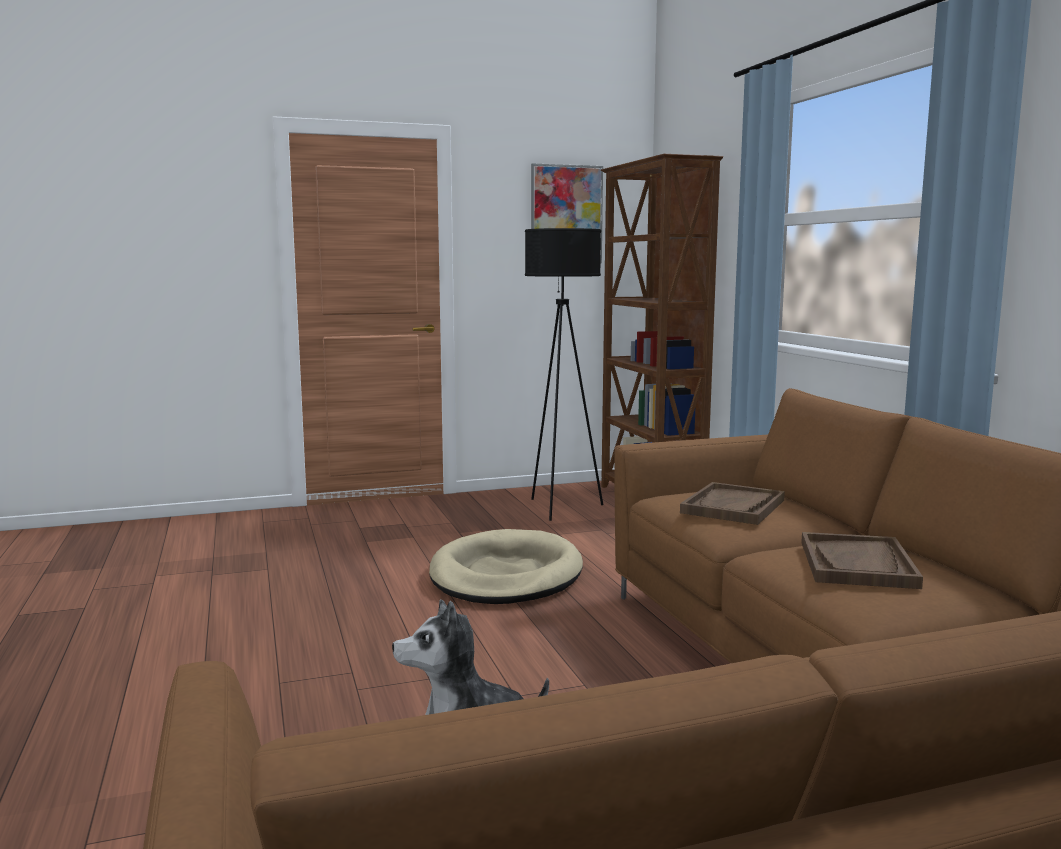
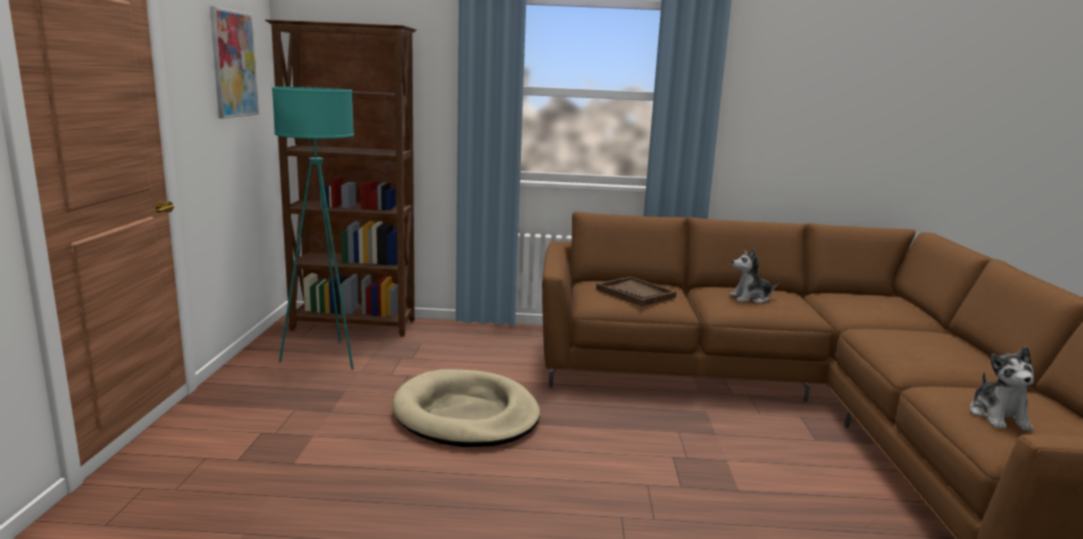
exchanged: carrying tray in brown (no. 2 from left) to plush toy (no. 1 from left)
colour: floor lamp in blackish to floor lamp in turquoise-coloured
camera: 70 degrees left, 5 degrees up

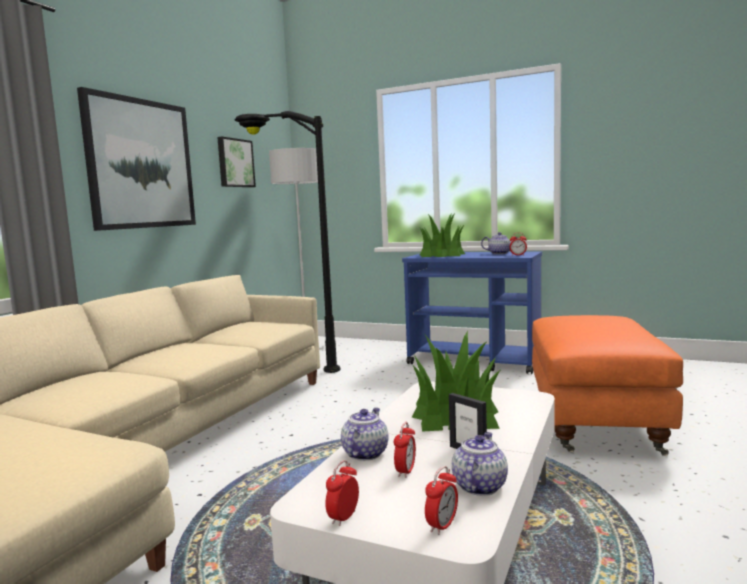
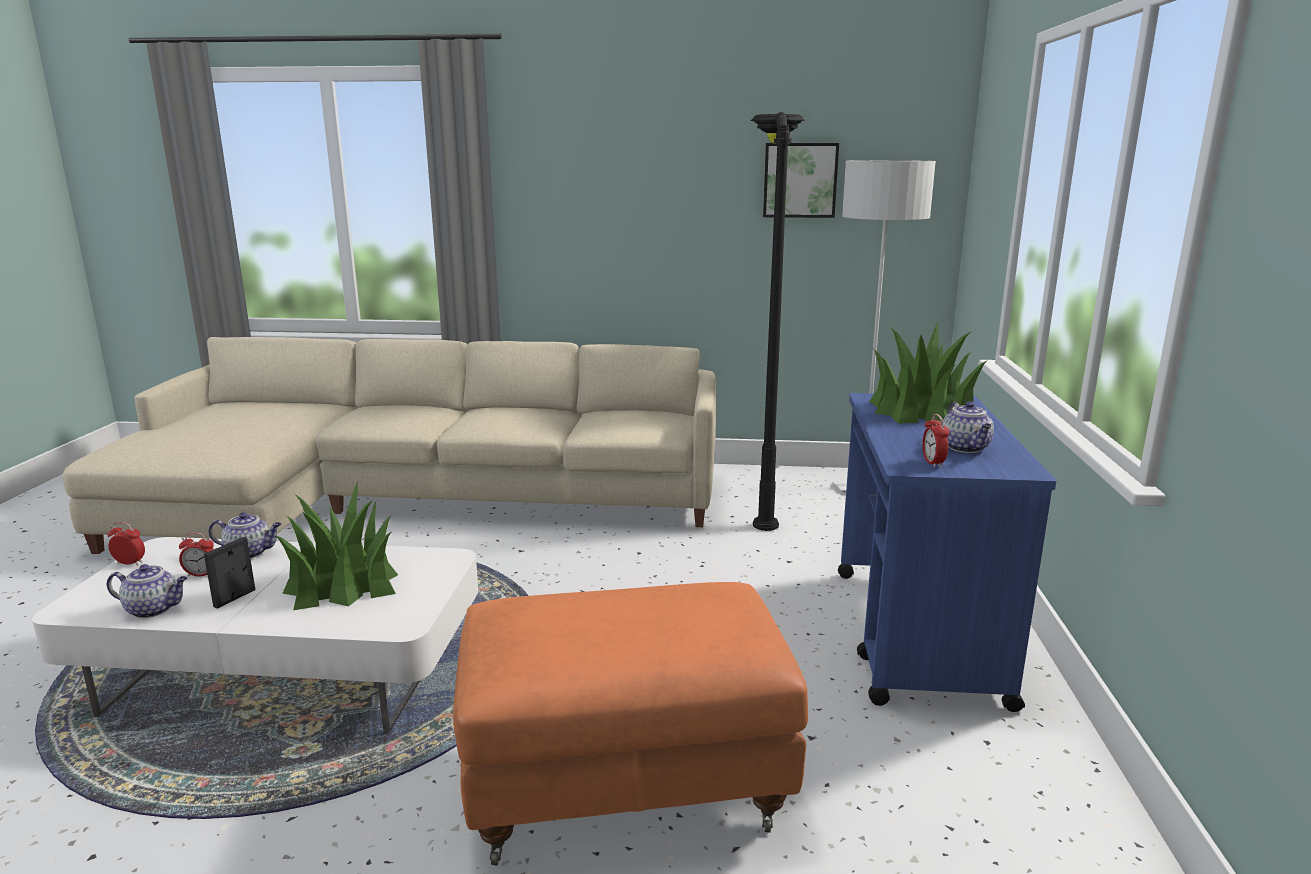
missing: wall picture (no. 1 from left); table clock (no. 3 from left)
camera: 70 degrees right, 10 degrees up

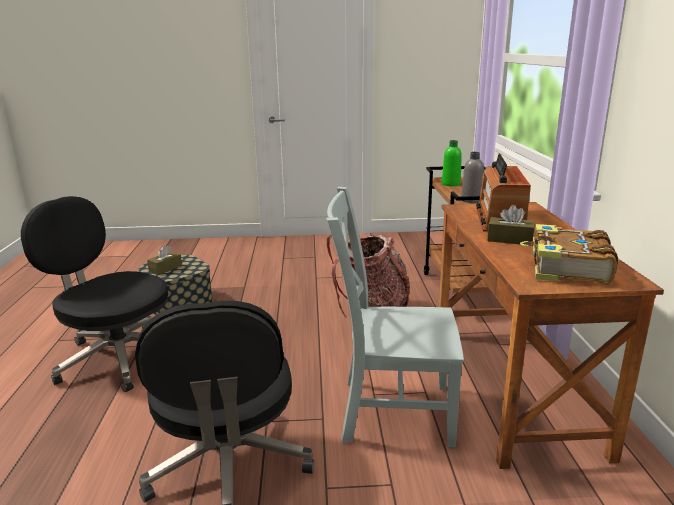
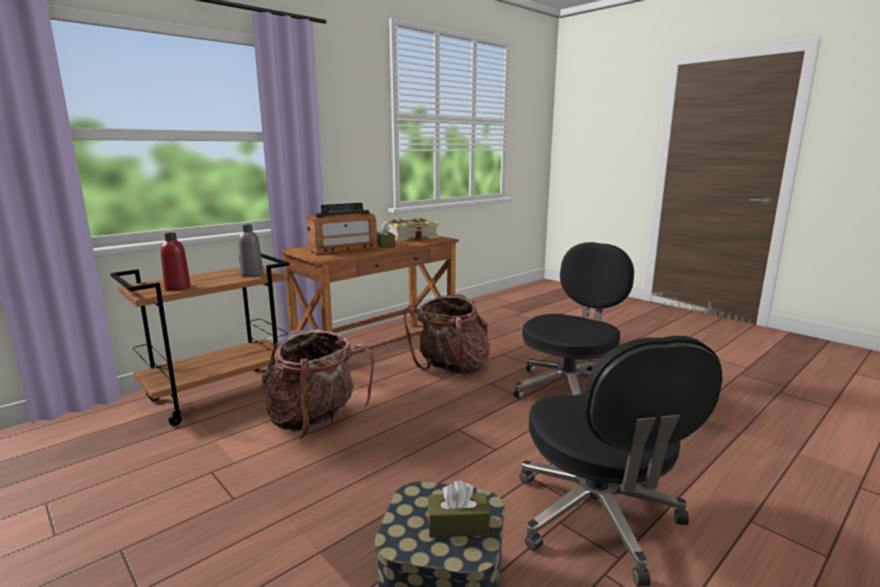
exchanged: upright chair in grey to knapsack (no. 2 from left)
colour: beverage bottle in greenish to beverage bottle in red
camera: 130 degrees left, 5 degrees down

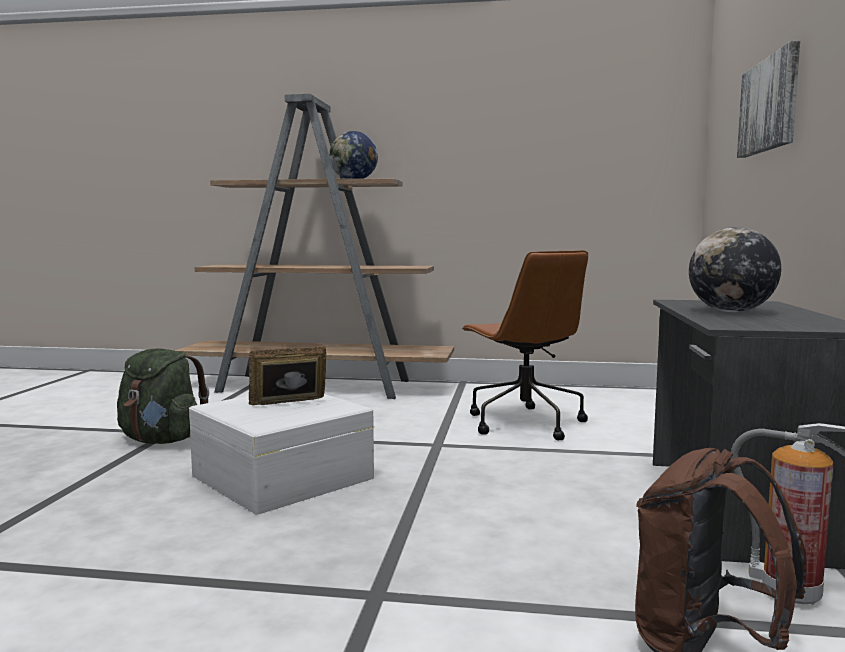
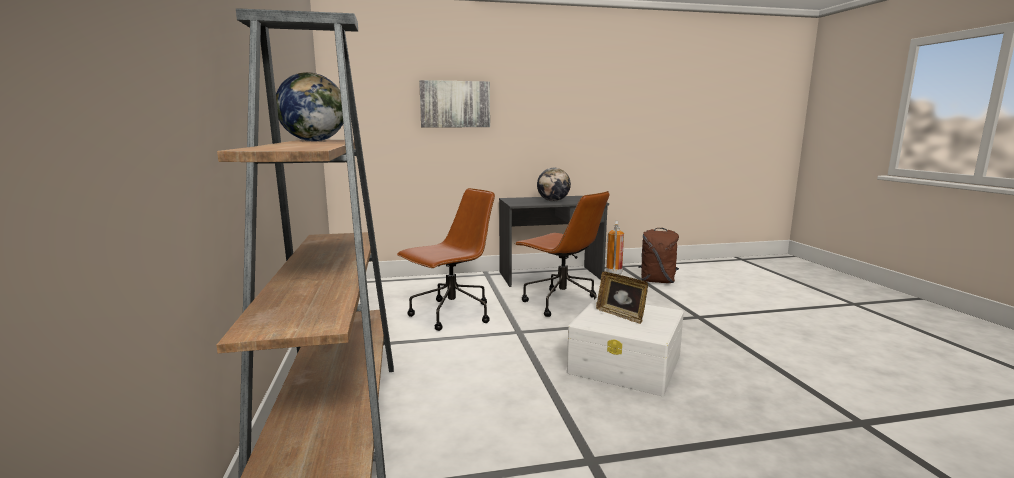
missing: knapsack in greenish
appeared: computer chair in brown (no. 2 from left)
camera: 110 degrees left, 5 degrees up

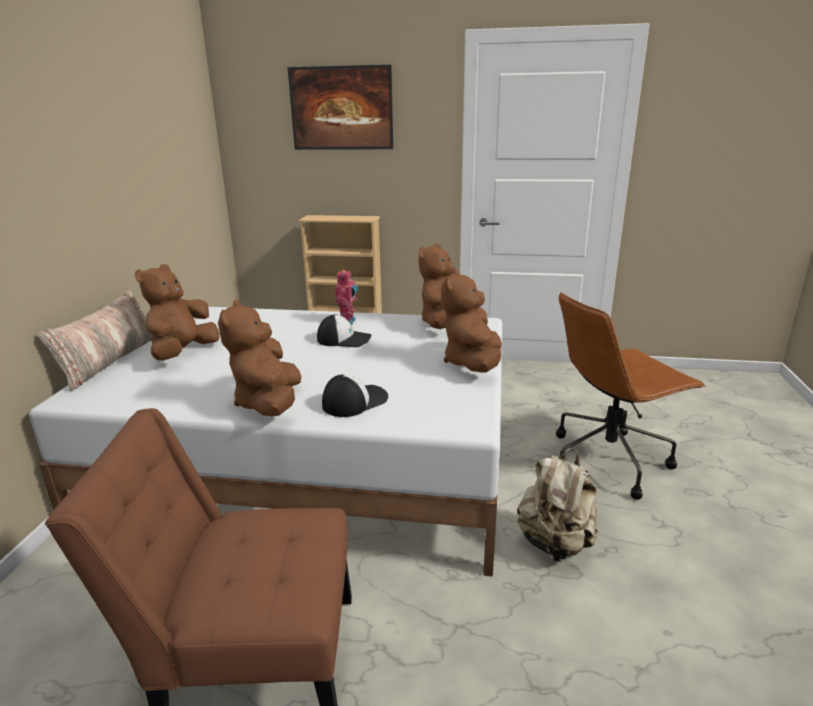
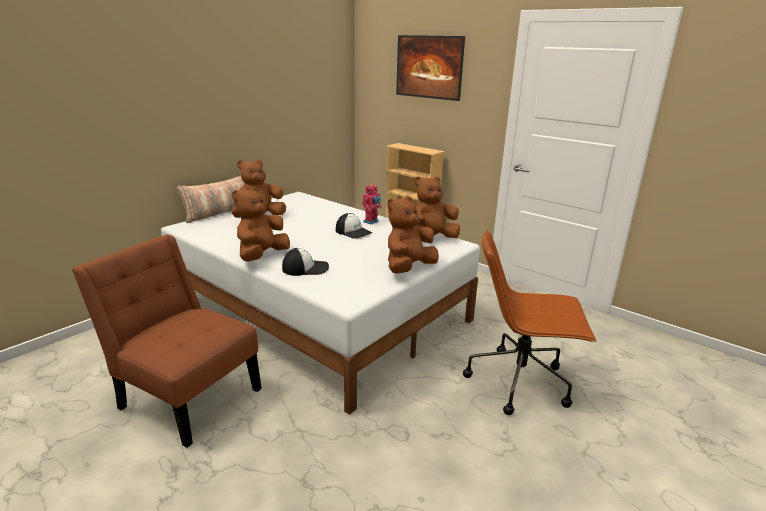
missing: knapsack in beige
camera: 30 degrees right, 0 degrees up

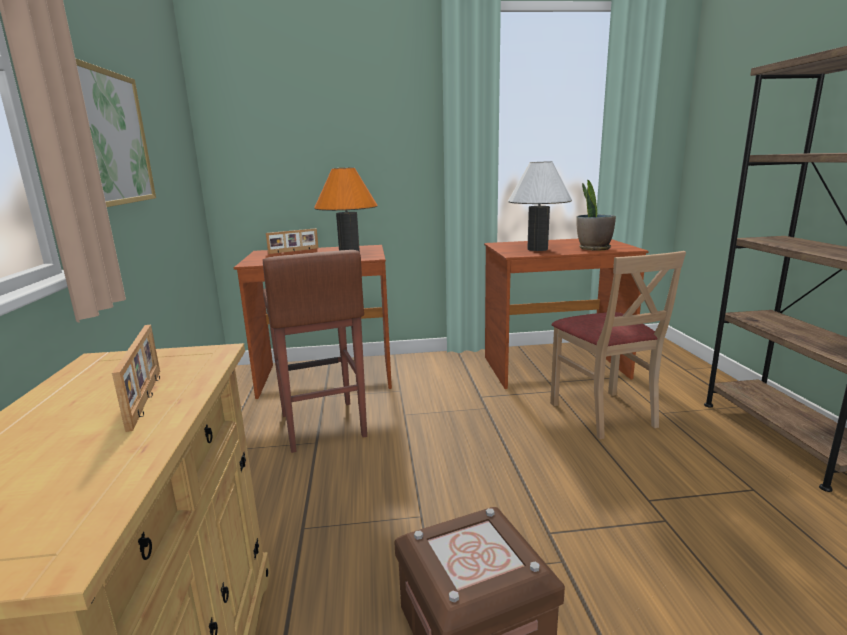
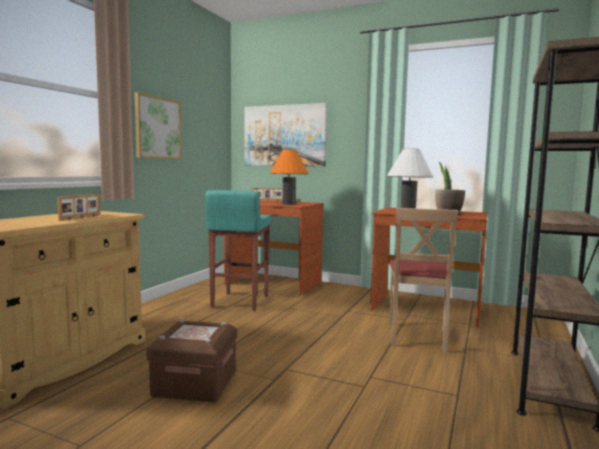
appeared: wall picture (no. 2 from left)
colour: sitting stool in brown to sitting stool in turquoise-coloured
camera: 30 degrees right, 10 degrees down

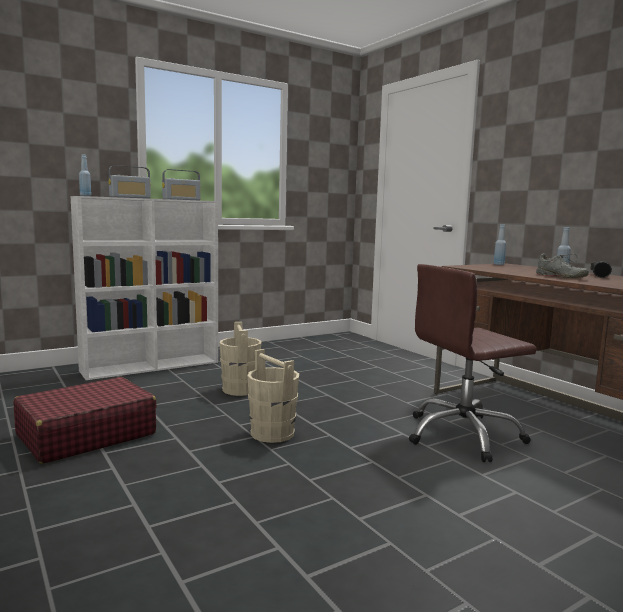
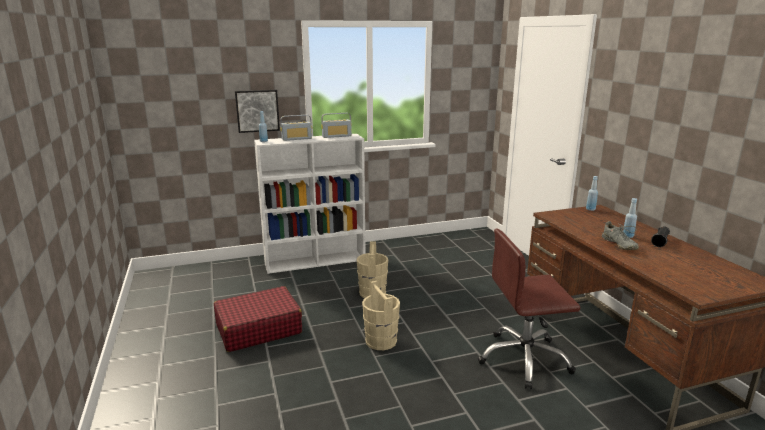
appeared: wall picture
camera: 15 degrees right, 10 degrees up

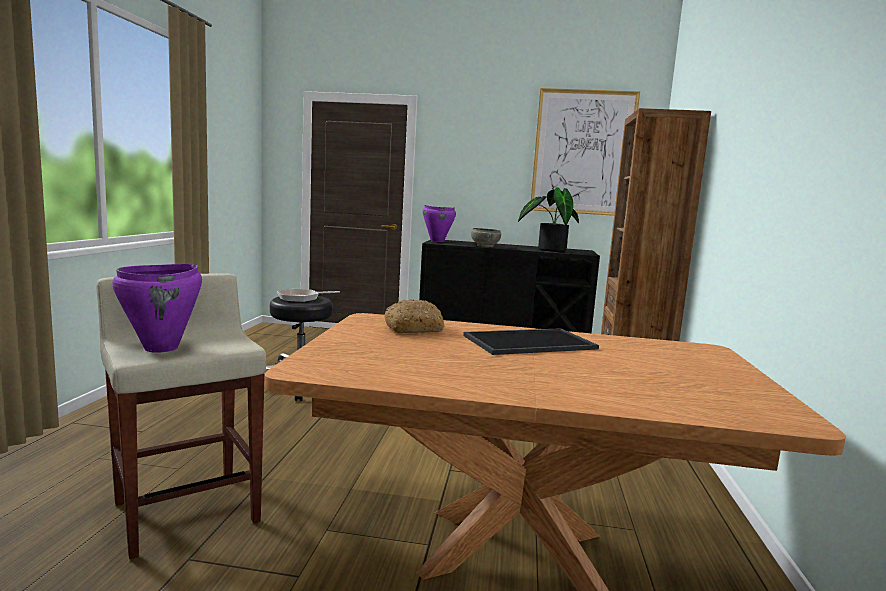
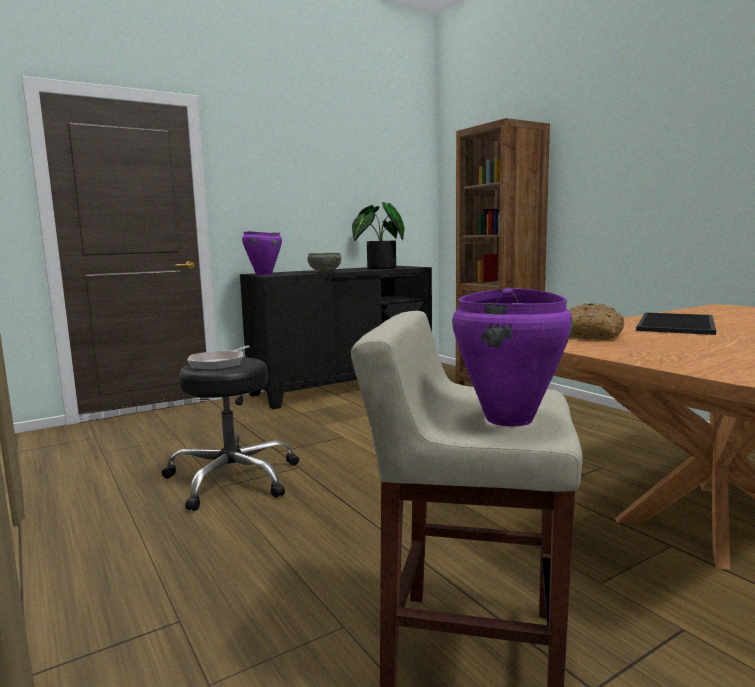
missing: wall picture
camera: 40 degrees left, 0 degrees up

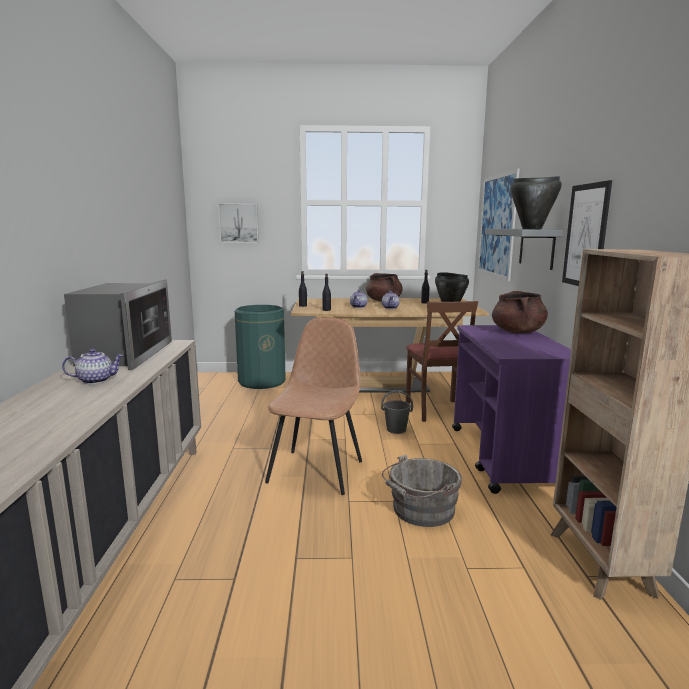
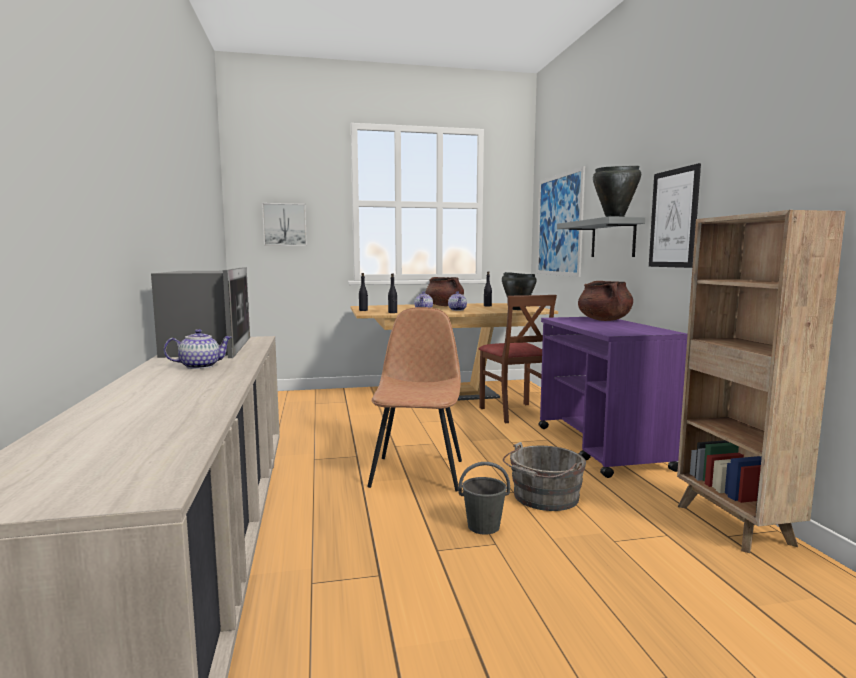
missing: trash can in greenish
relocated: bucket in grey (no. 1 from left)
camera: 10 degrees left, 5 degrees down

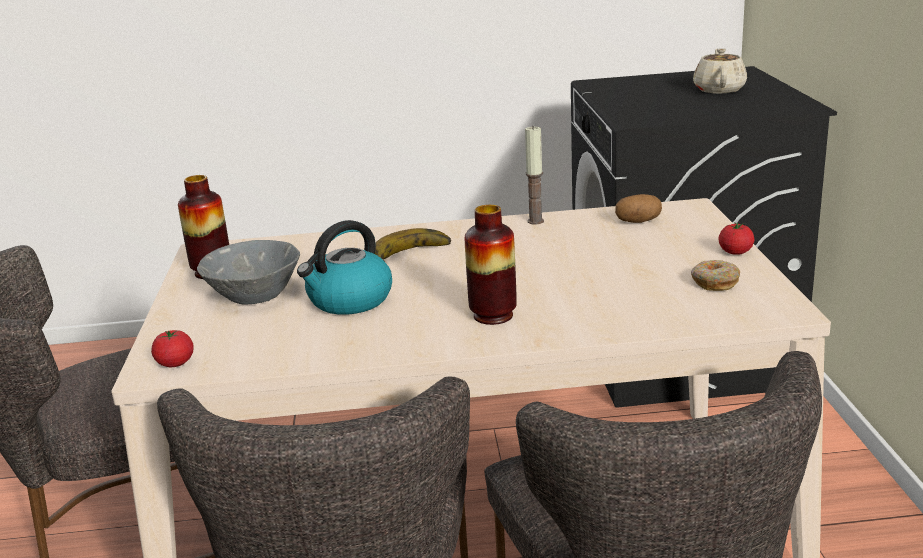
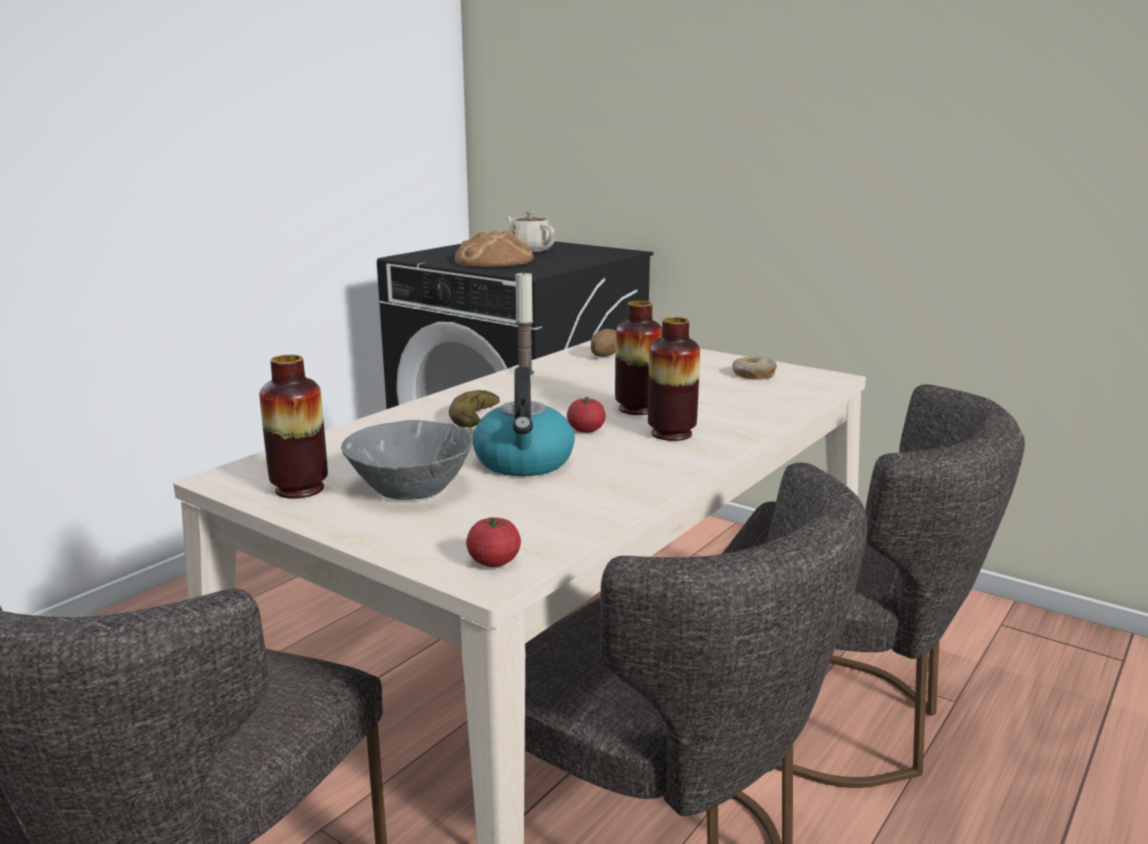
appeared: baked bread; flower vase (no. 2 from left)
relocated: whole tomato (no. 2 from left)
camera: 50 degrees left, 5 degrees down

